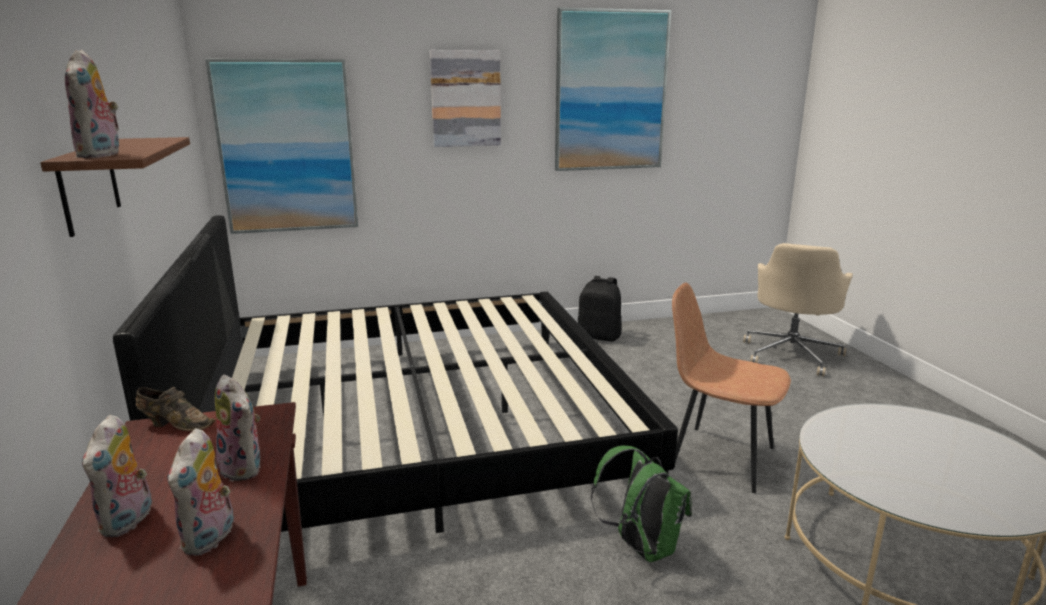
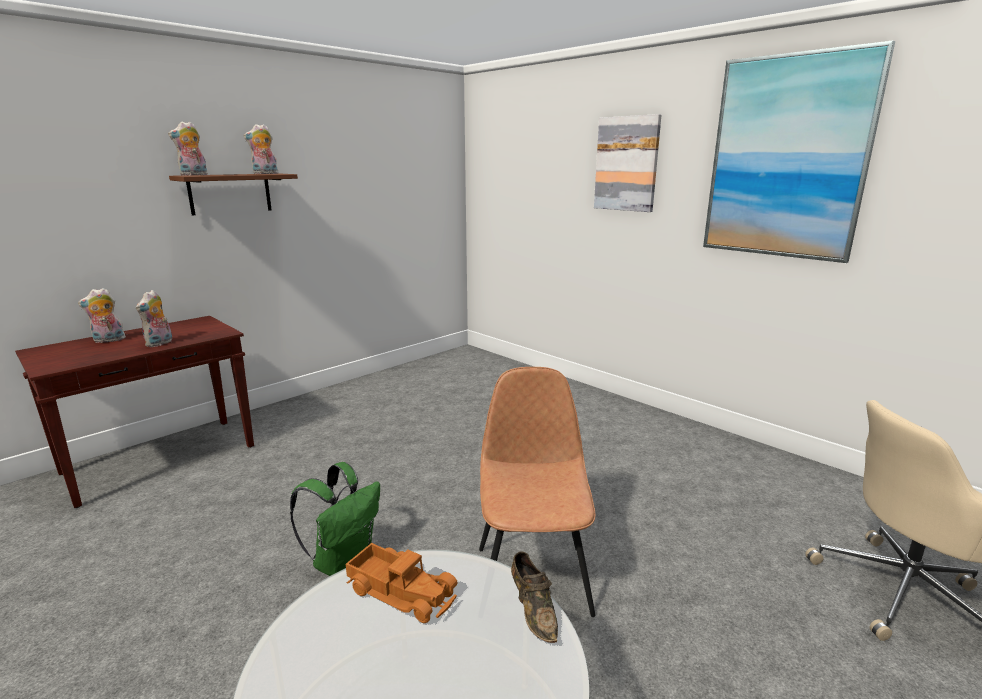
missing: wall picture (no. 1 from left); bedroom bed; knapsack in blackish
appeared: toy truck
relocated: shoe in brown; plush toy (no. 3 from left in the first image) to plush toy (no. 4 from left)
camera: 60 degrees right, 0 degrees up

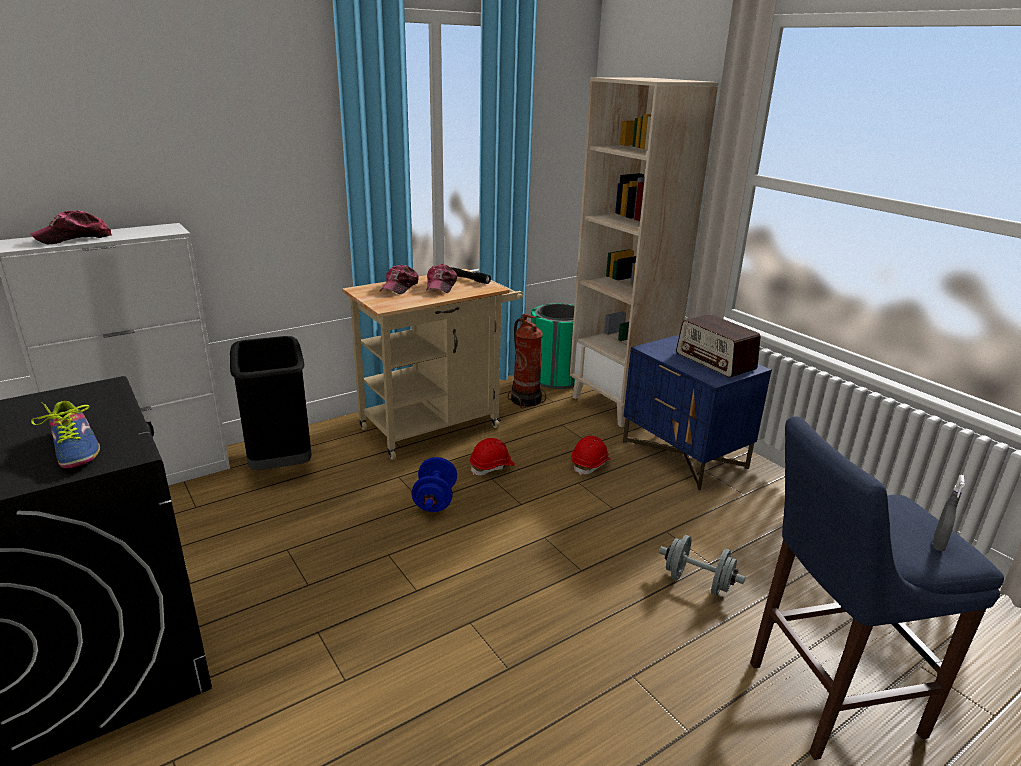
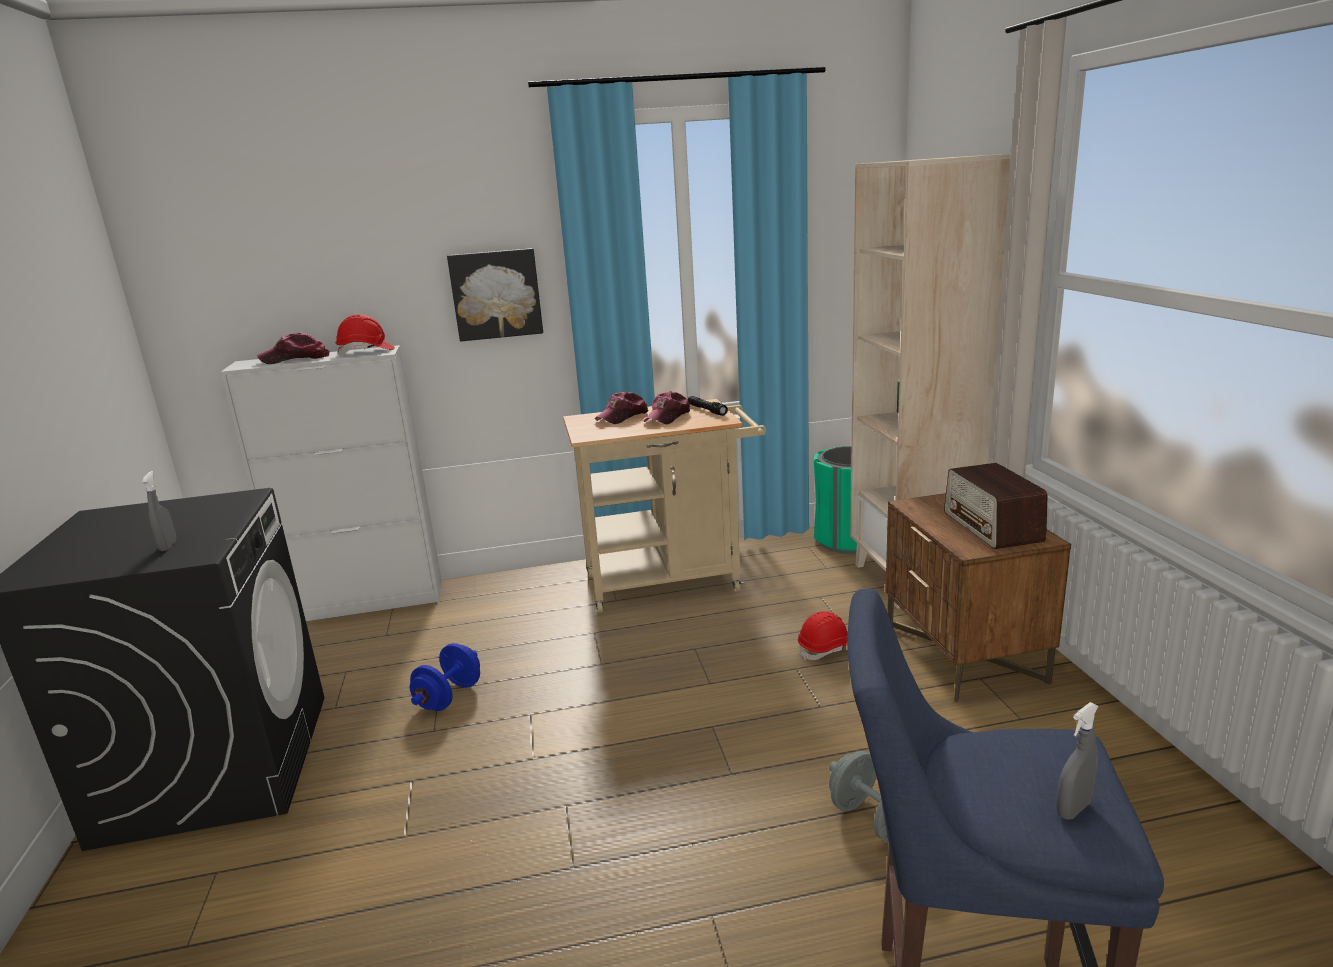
missing: extinguisher; trash can in blackish
appeared: wall picture
relocated: work helmet in red (no. 1 from left); free weight in blue-coloured
exchanged: shoe to hand sprayer in grey (no. 1 from left)
colour: night table in blue-coloured to night table in brown
camera: 25 degrees right, 5 degrees down

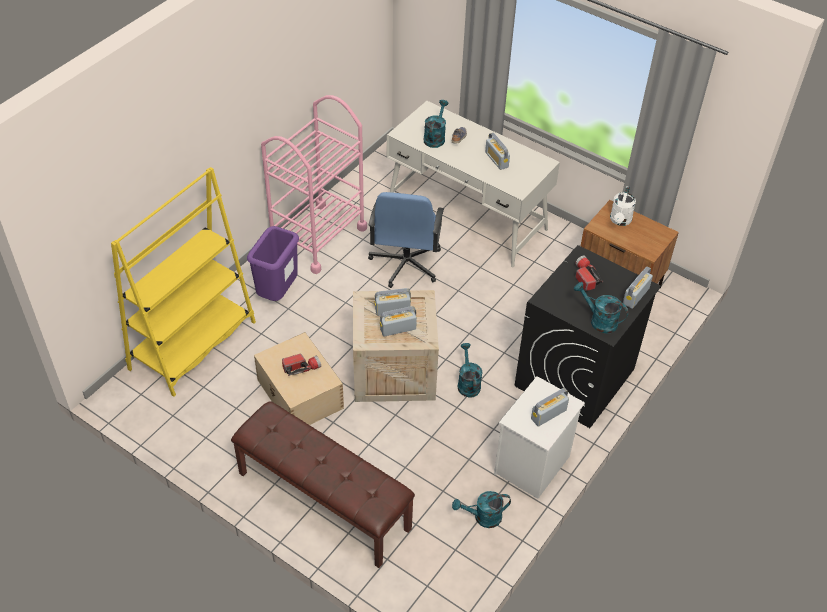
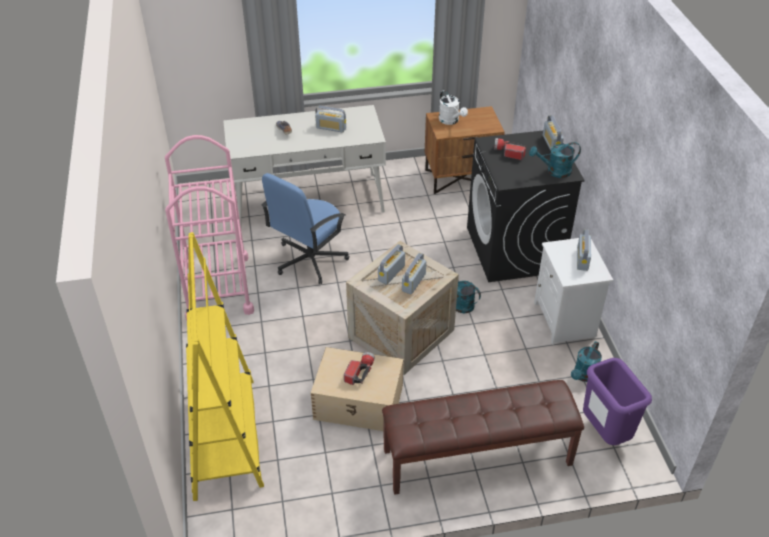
missing: watering can in turquoise-coloured (no. 1 from left)
relocated: trash can in purplish
spun: computer chair in blue-coloured 75 degrees clockwise
camera: 45 degrees left, 5 degrees down

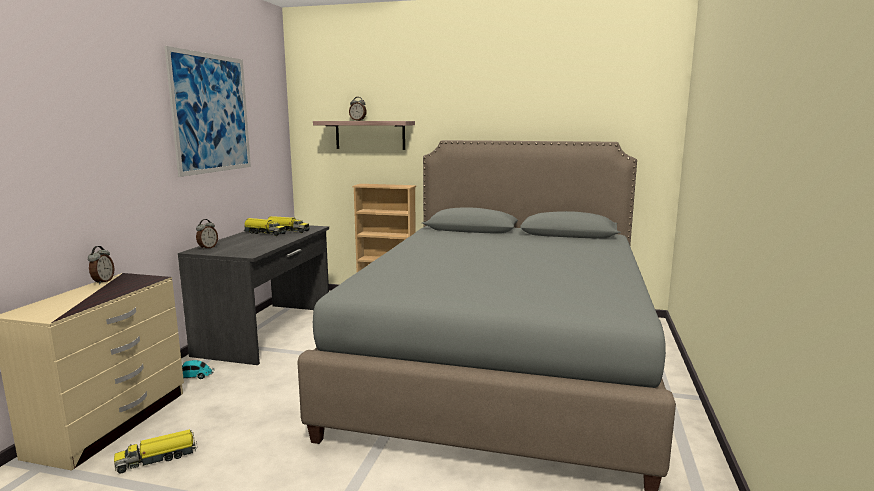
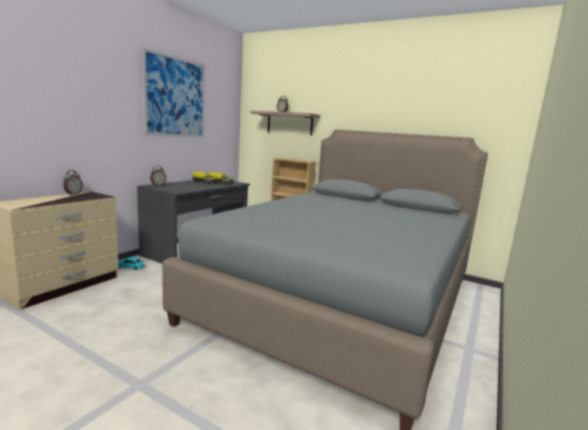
missing: toy truck (no. 1 from left)
camera: 15 degrees right, 0 degrees up

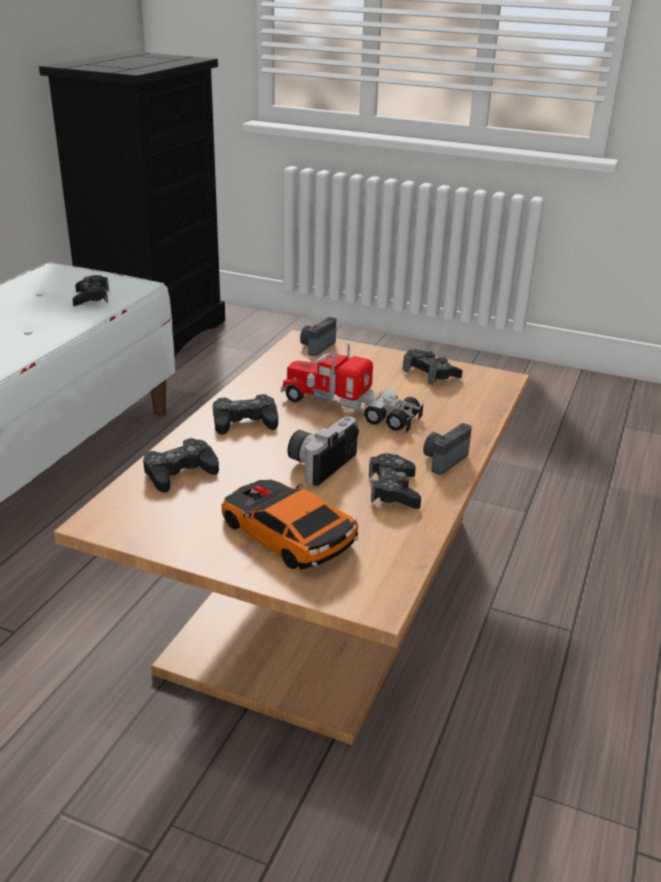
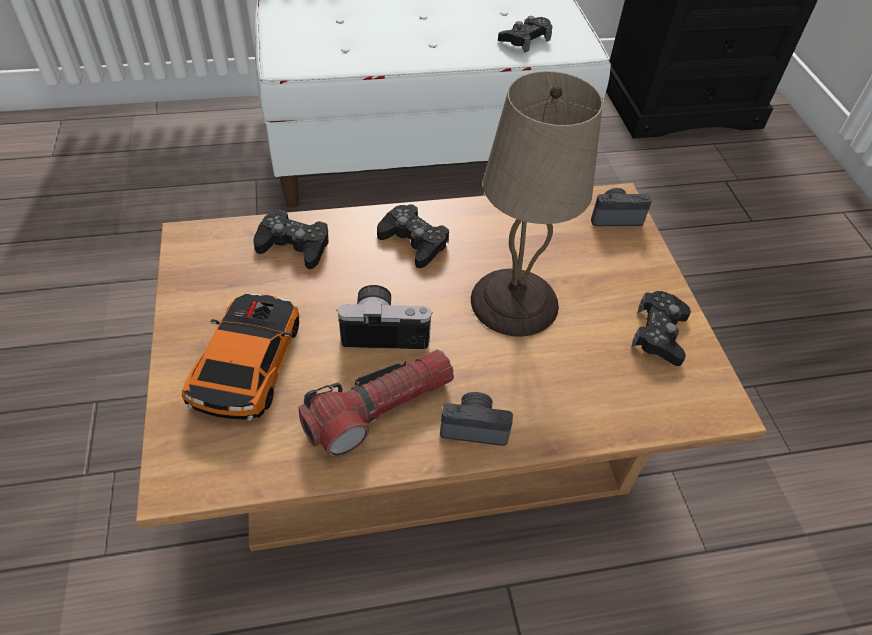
exchanged: toy truck to lamp for a table in beige; game controller in blackish (no. 4 from left) to flashlight
camera: 55 degrees right, 20 degrees up

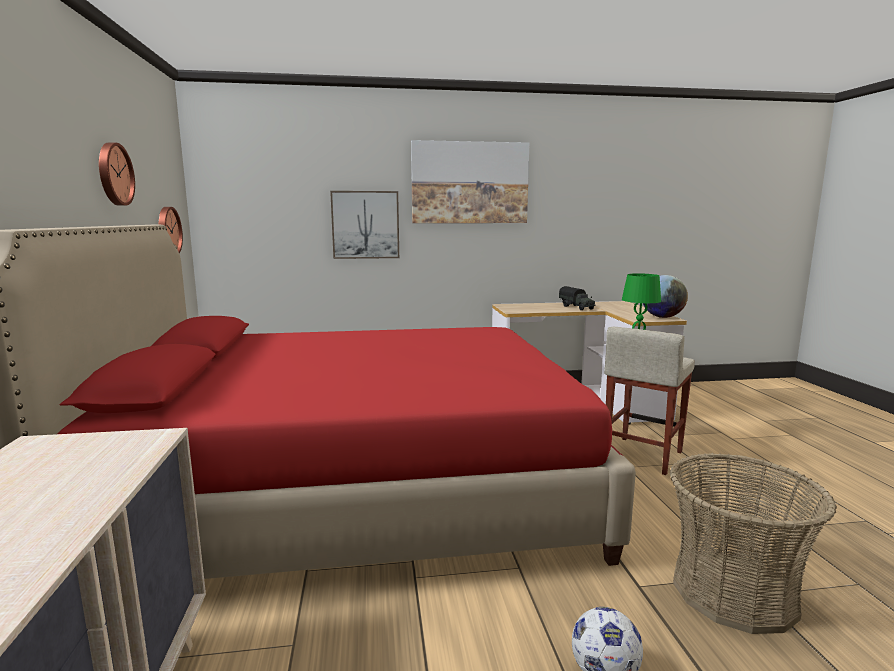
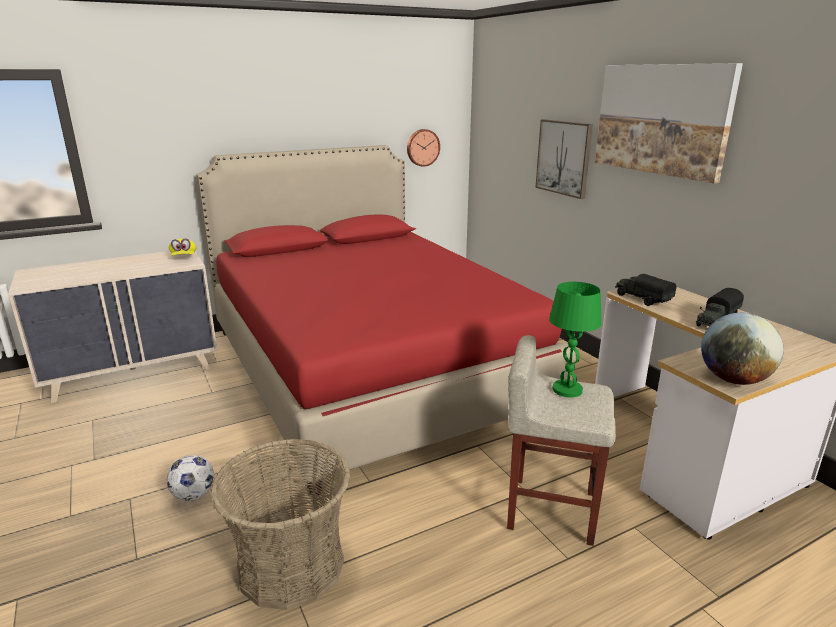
missing: hanging clock (no. 1 from left)
appeared: baseball cap in yellowish; toy truck (no. 1 from left)
camera: 70 degrees right, 10 degrees up

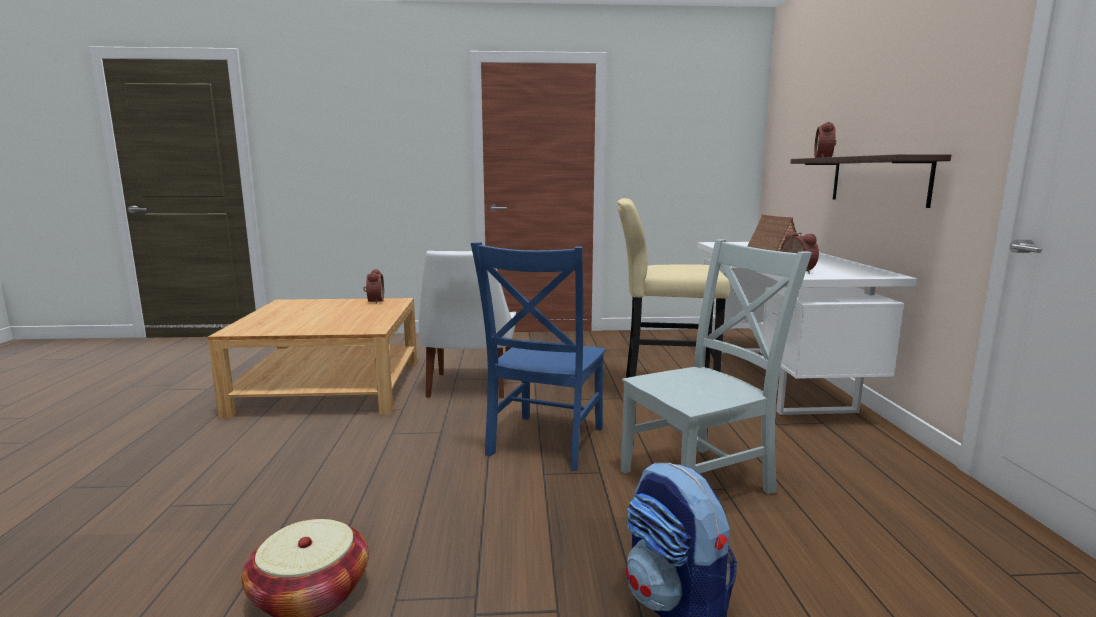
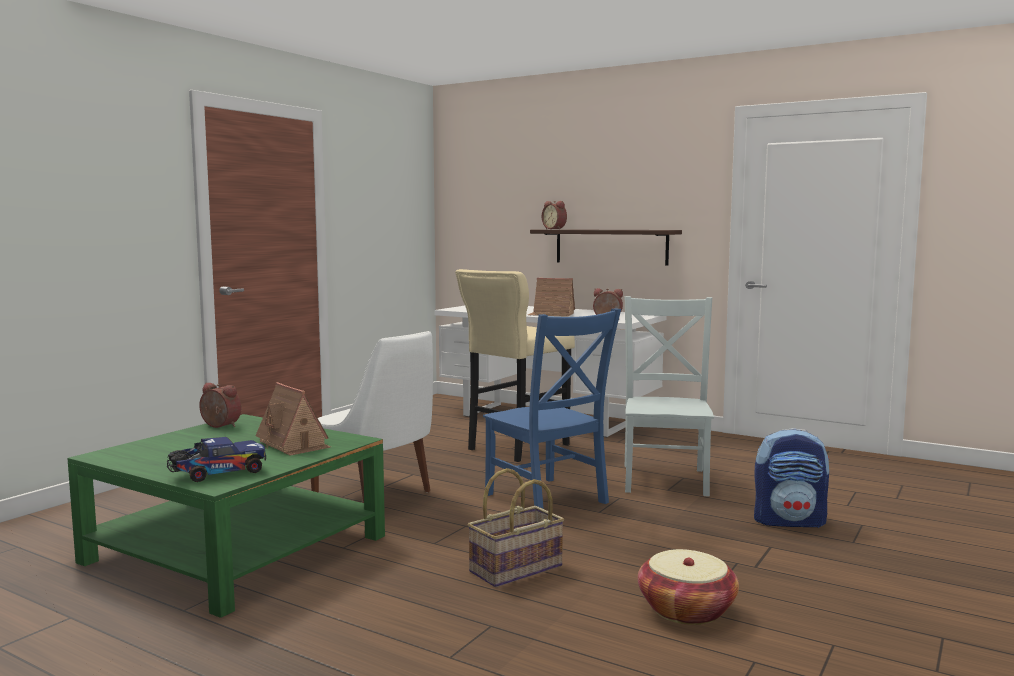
appeared: toy house (no. 1 from left); toy truck; storage basket (no. 1 from left)
colour: coffee table in beige to coffee table in greenish
camera: 55 degrees left, 5 degrees down

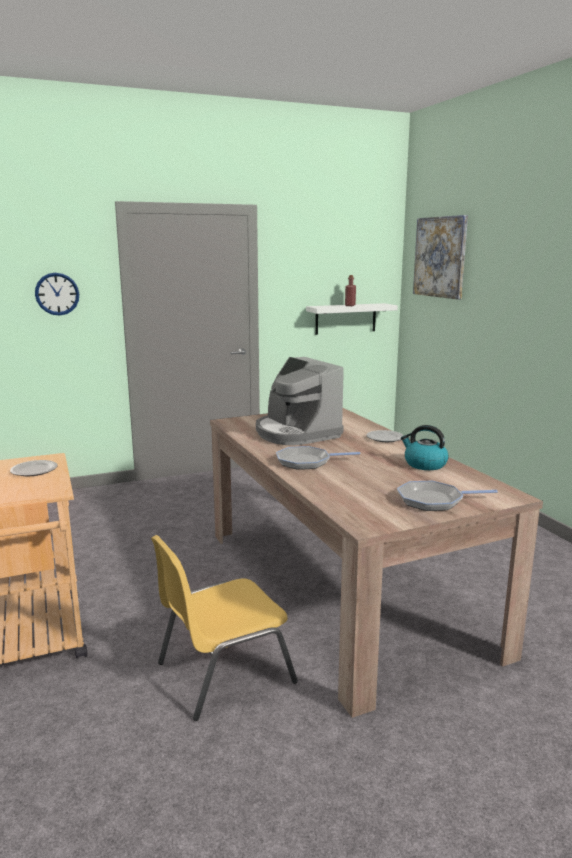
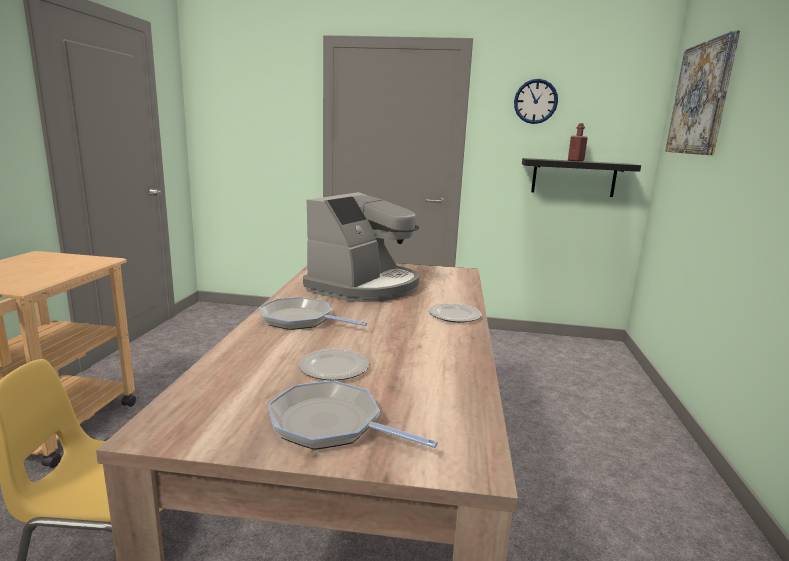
missing: water kettle
relocated: hanging clock; dinner plate (no. 1 from left)
colour: shelf in whitish to shelf in blackish
spun: coffee machine 150 degrees counterclockwise
camera: 30 degrees right, 0 degrees up

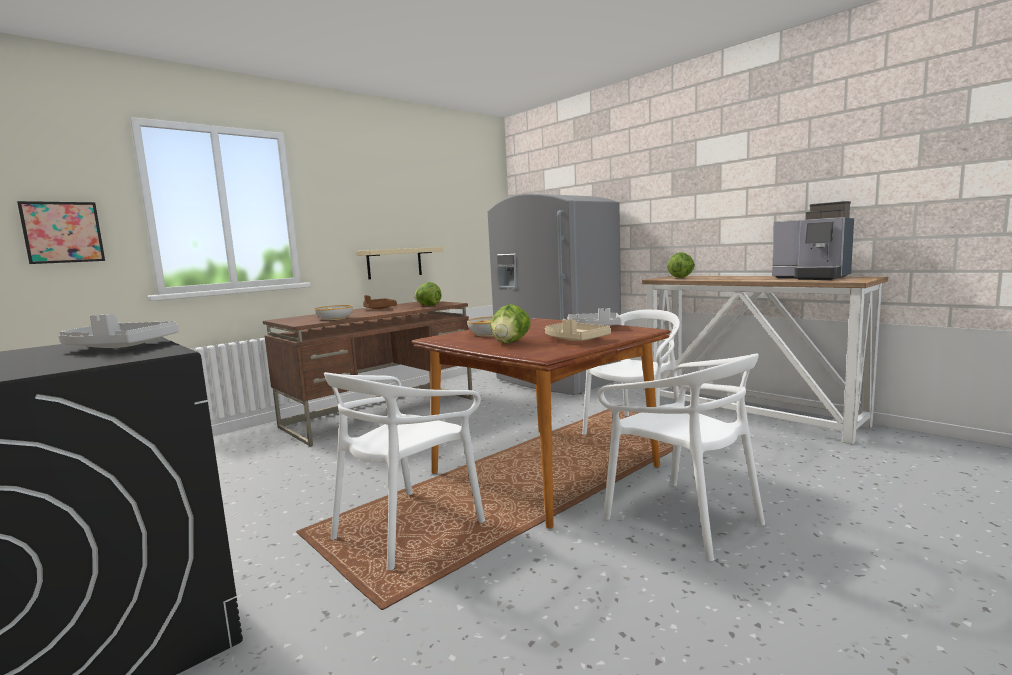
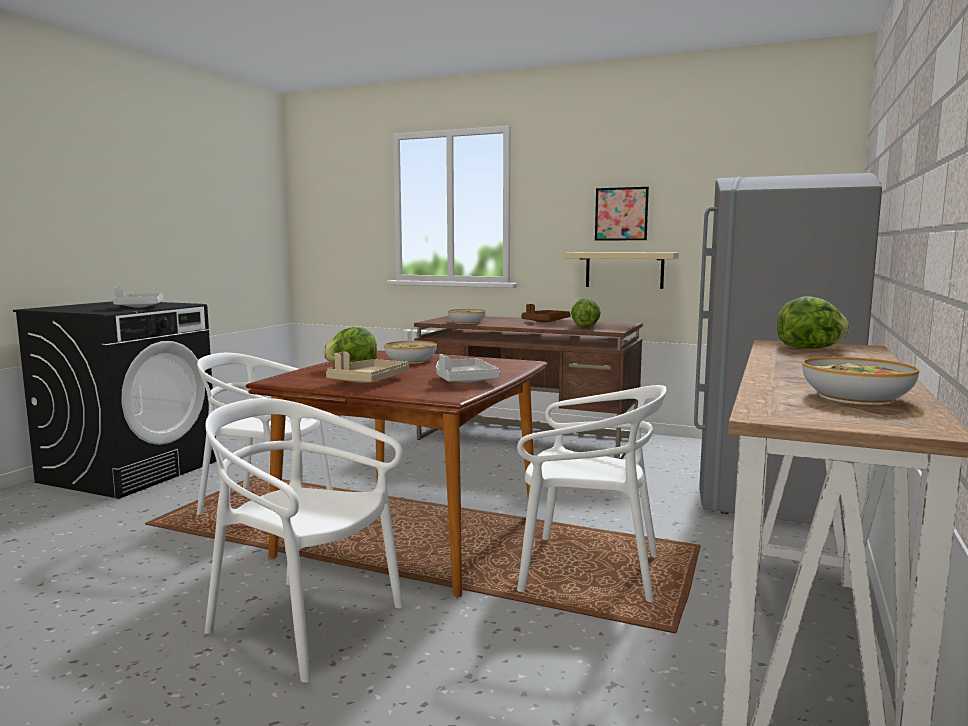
relocated: wall picture
exchanged: coffee machine to deep dish (no. 3 from left)
spun: upright chair in whitish (no. 3 from left in the first image) 90 degrees clockwise
camera: 65 degrees right, 0 degrees up

